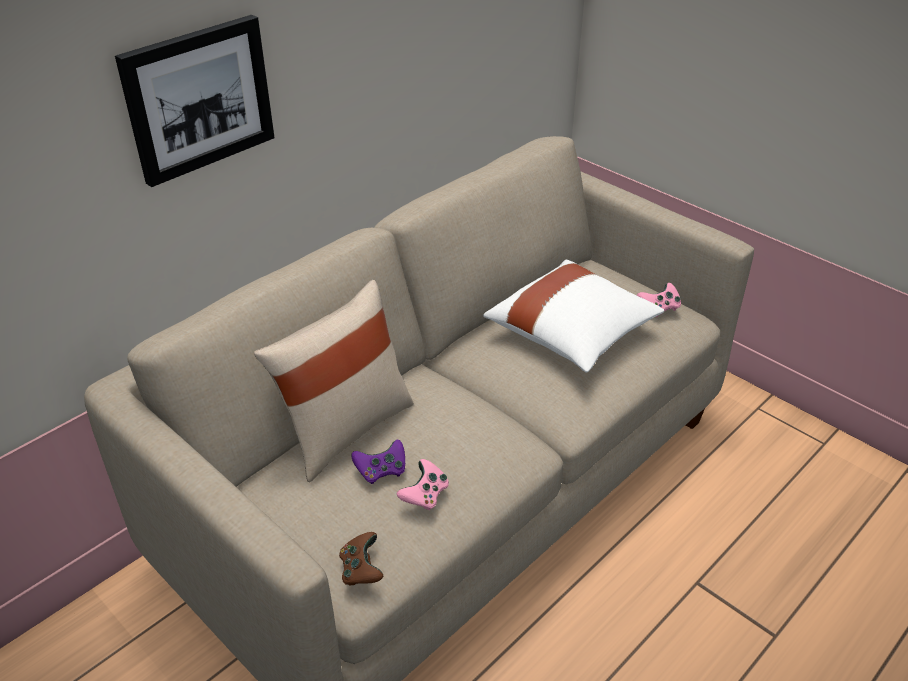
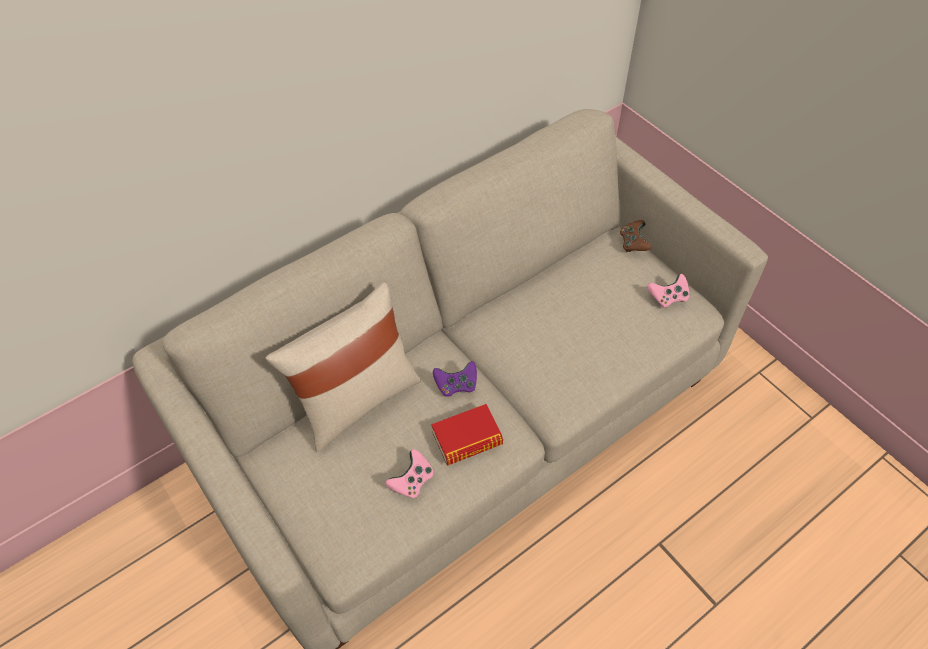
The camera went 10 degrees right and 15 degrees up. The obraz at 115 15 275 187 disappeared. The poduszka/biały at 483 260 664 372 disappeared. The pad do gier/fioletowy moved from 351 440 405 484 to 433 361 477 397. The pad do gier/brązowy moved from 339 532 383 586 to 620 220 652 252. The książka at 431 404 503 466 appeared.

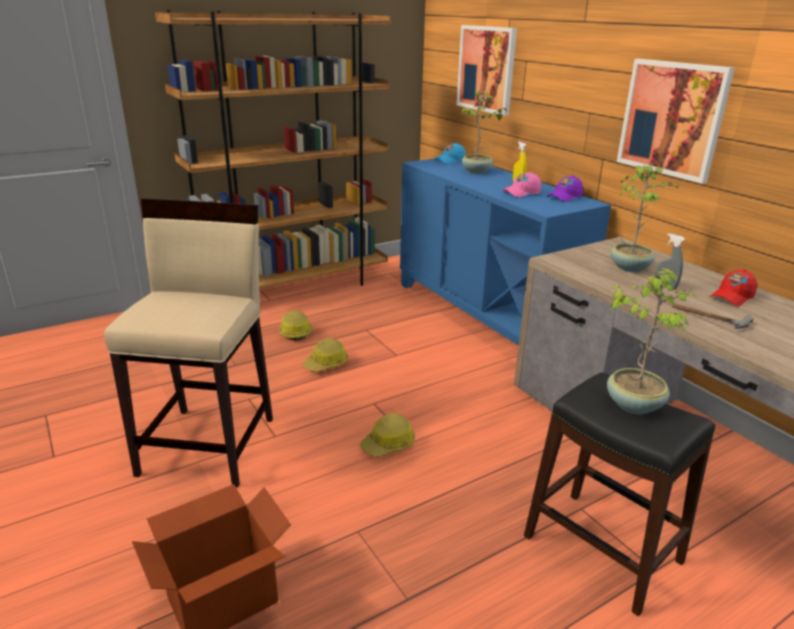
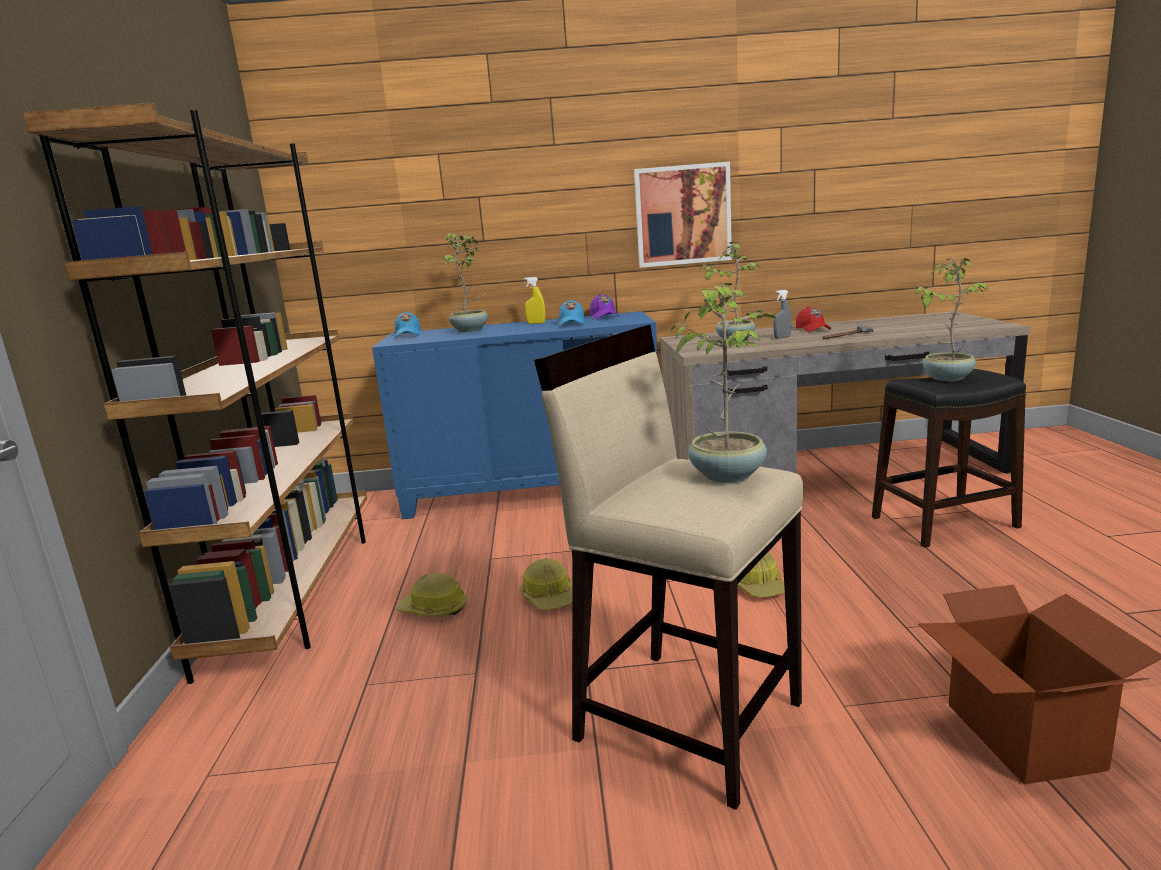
The camera went 60 degrees left and 10 degrees down. The obraz at 457 25 517 116 disappeared. The czapka z daszkiem/różowy at 502 172 541 197 became the czapka z daszkiem/niebieski at 559 300 585 327. The roślina doniczkowa at 671 283 775 483 appeared.

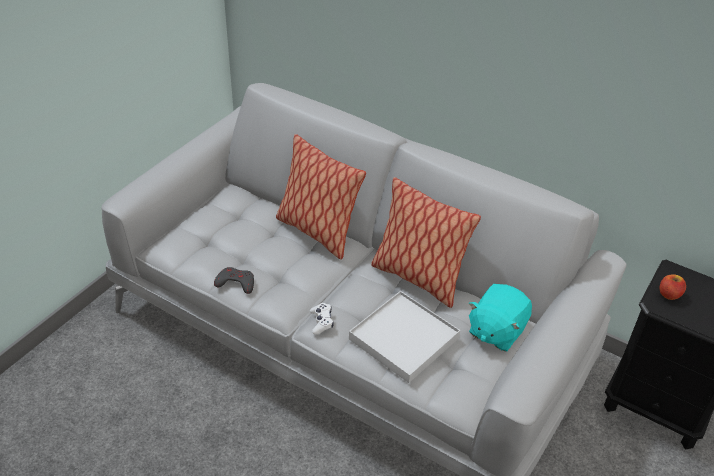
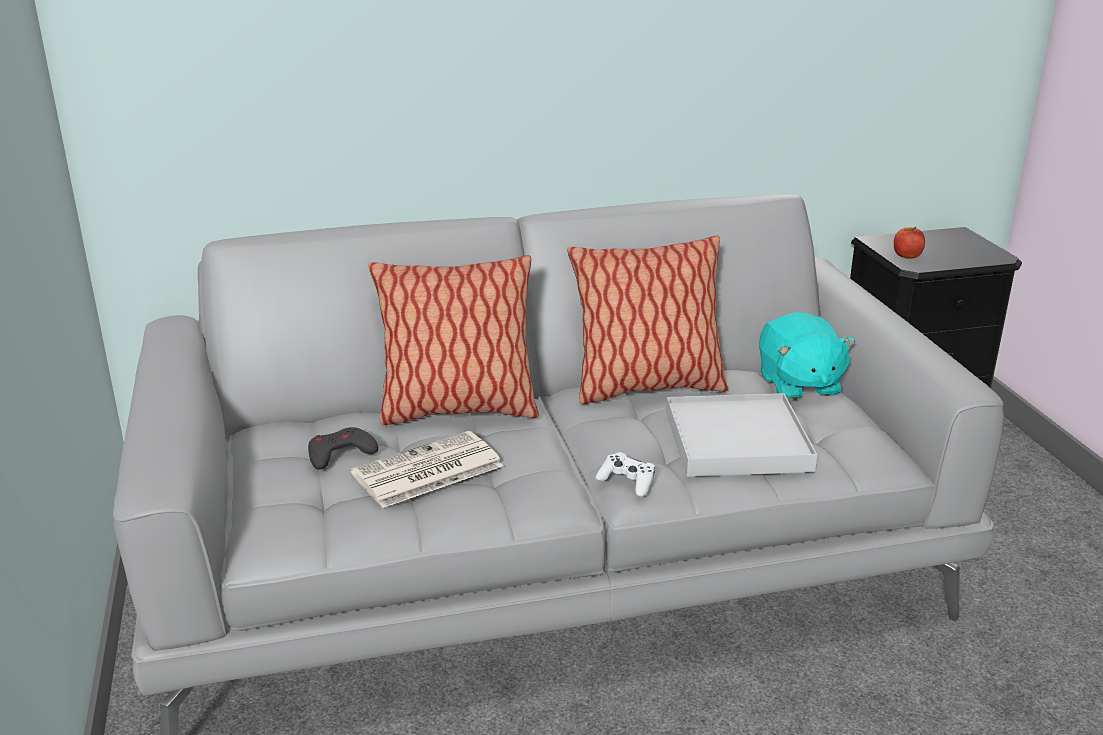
The camera went 45 degrees left and 15 degrees down. The pad do gier/szary moved from 214 267 254 294 to 308 427 378 470. The gazeta at 351 431 503 508 appeared.

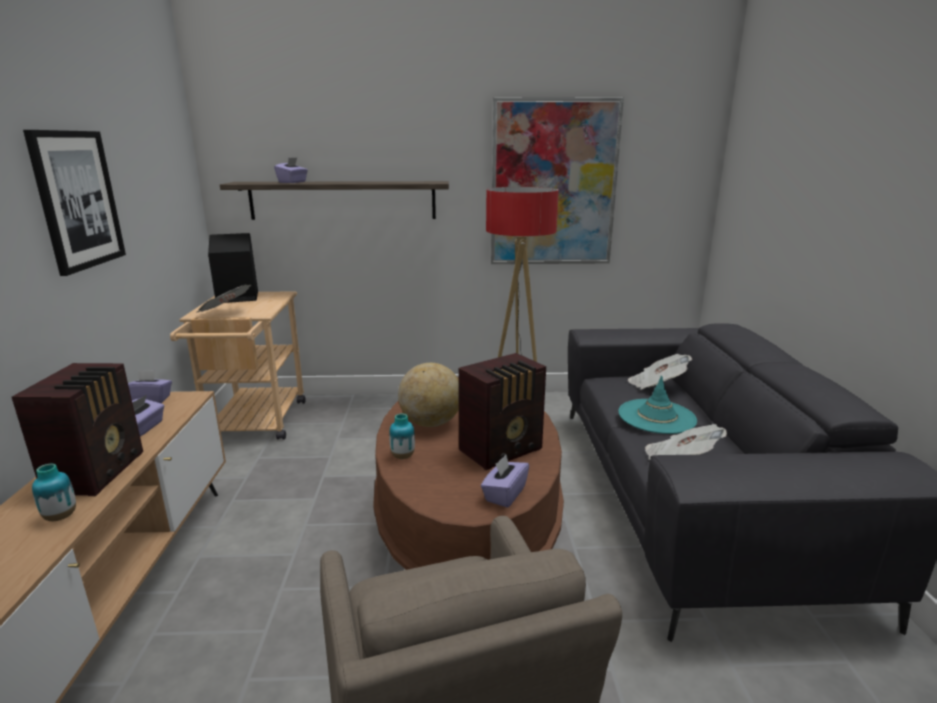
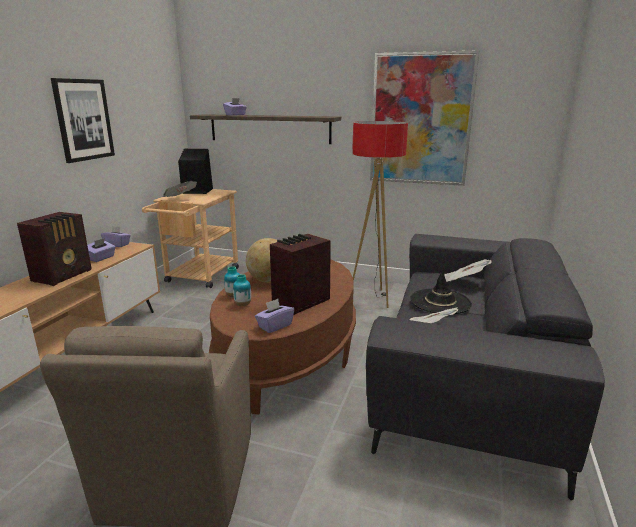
The camera went 20 degrees right and 0 degrees up. The radio at 459 353 547 470 turned 150 degrees clockwise. The kapelusz/turkusowy at 618 375 697 434 became the kapelusz/czarny at 410 269 472 314. The wazon moved from 32 464 76 521 to 233 274 251 306.

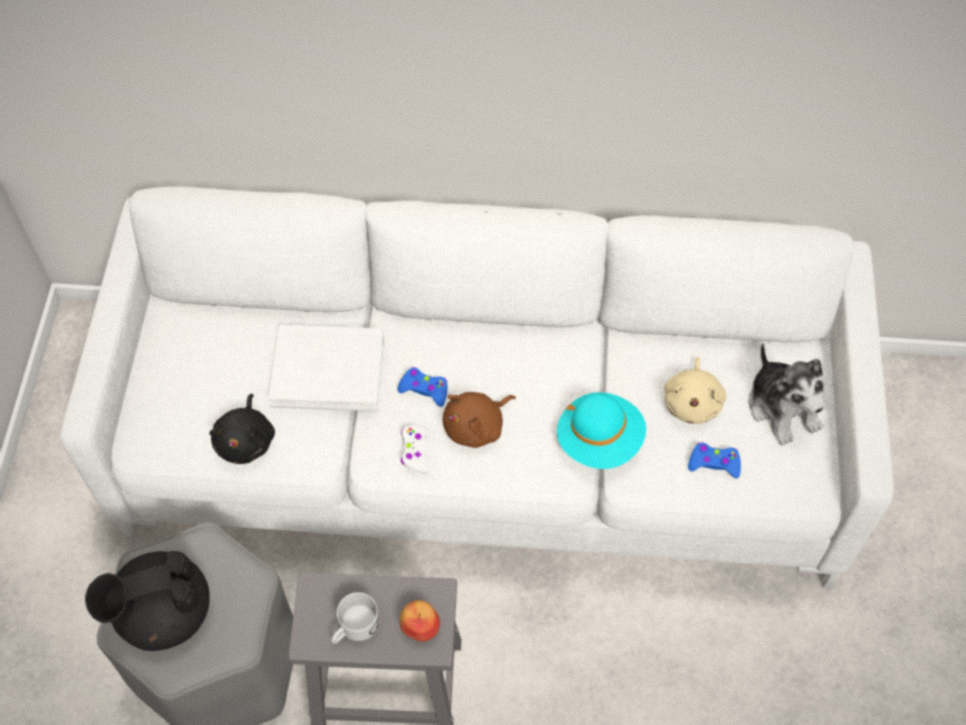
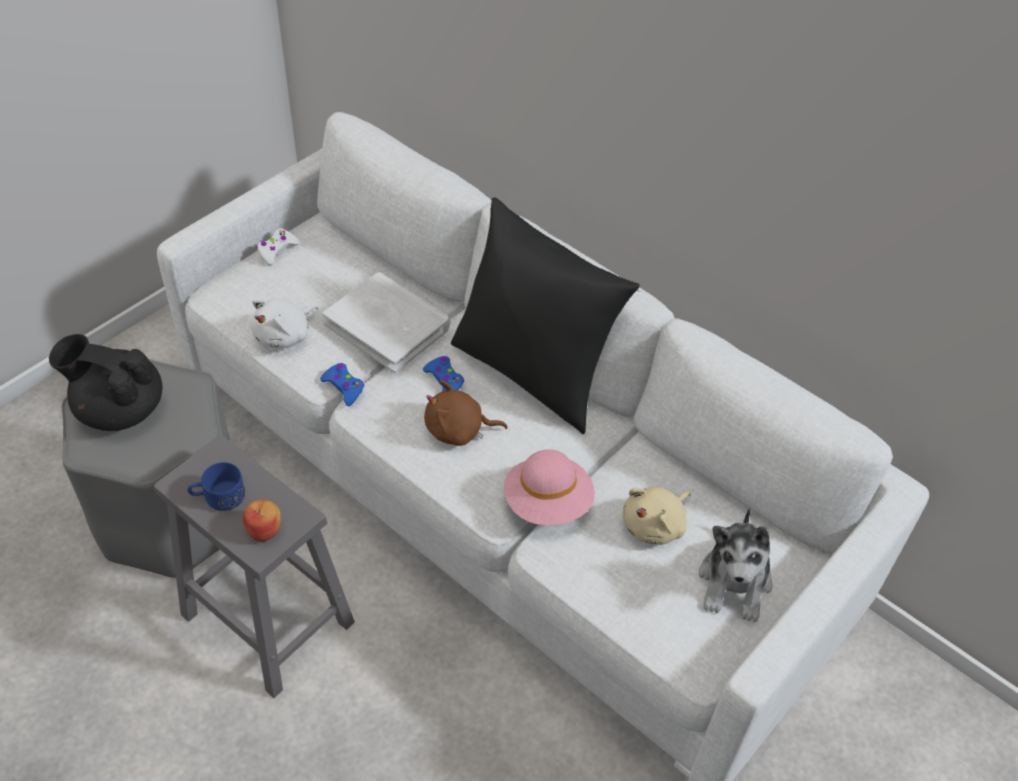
The camera went 35 degrees right and 10 degrees down. The kapelusz/turkusowy at 557 392 646 469 became the kapelusz/różowy at 504 449 595 525. The pluszak/czarny at 209 394 275 464 became the pluszak/biały at 251 299 318 348. The pad do gier/biały moved from 401 425 430 473 to 256 229 300 265. The pad do gier/niebieski moved from 688 442 741 478 to 320 363 364 406. The kubek/biały at 331 592 380 644 became the kubek/niebieski at 187 462 245 511. The poduszka/czarny at 451 198 640 434 appeared.

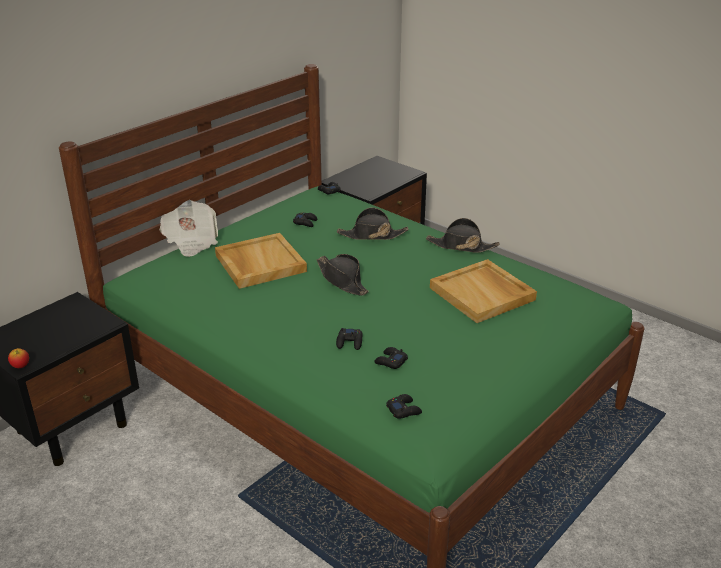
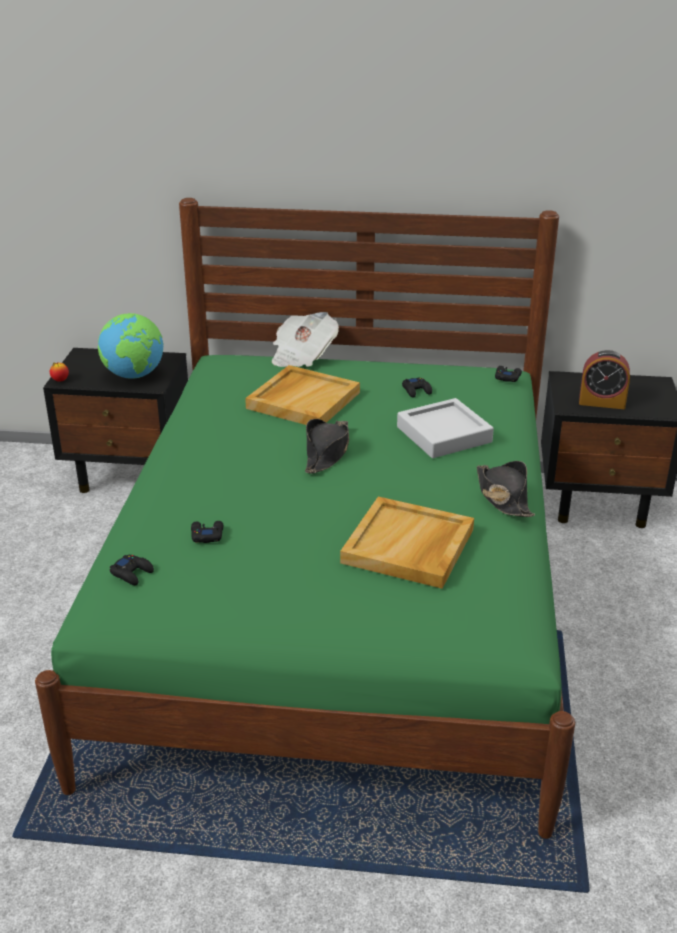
The camera went 55 degrees right and 0 degrees up. The kapelusz/czarny at 337 208 409 240 was replaced by the taca/szary at 397 398 494 458. The pad do gier/czarny at 336 328 363 350 disappeared. The globus at 98 313 164 379 appeared. The budzik at 579 350 630 409 appeared.

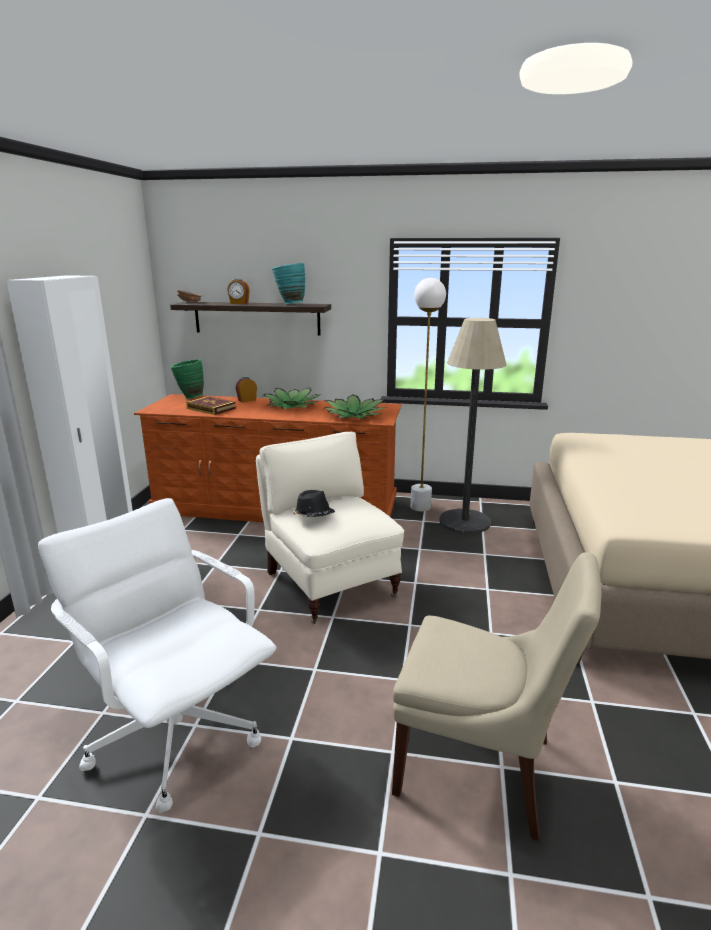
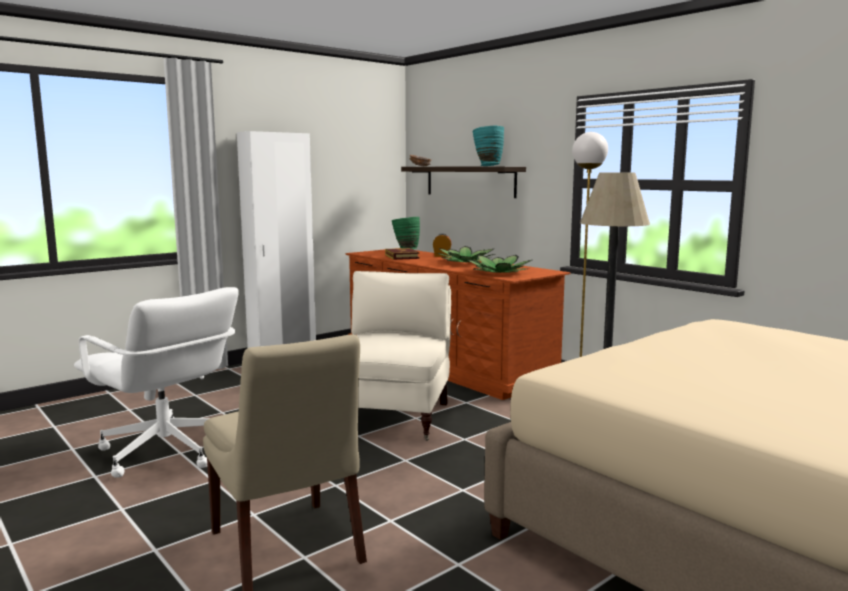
The camera went 40 degrees right and 10 degrees down. The budzik at 227 279 250 304 disappeared. The kapelusz/czarny at 293 490 335 517 disappeared. The krzesło biurowe/biały at 38 498 276 813 turned 135 degrees clockwise.

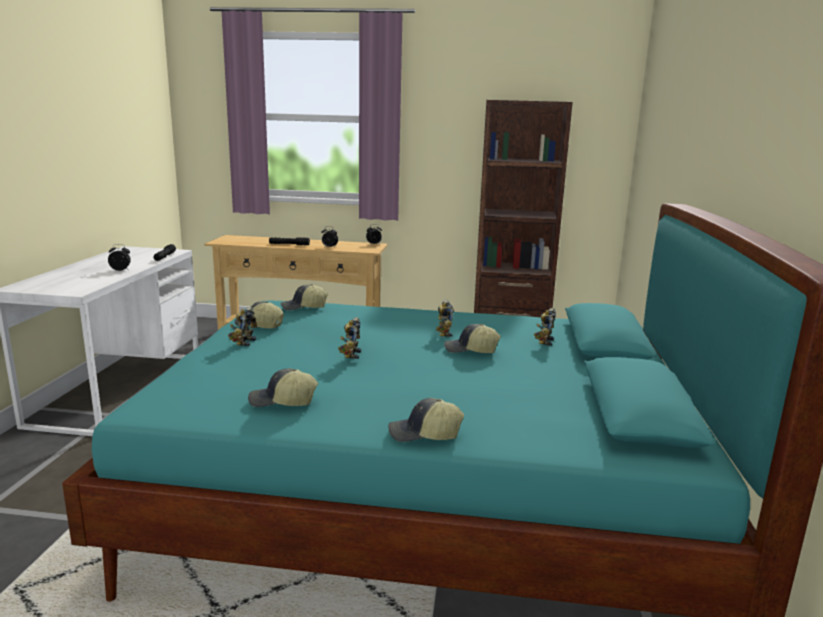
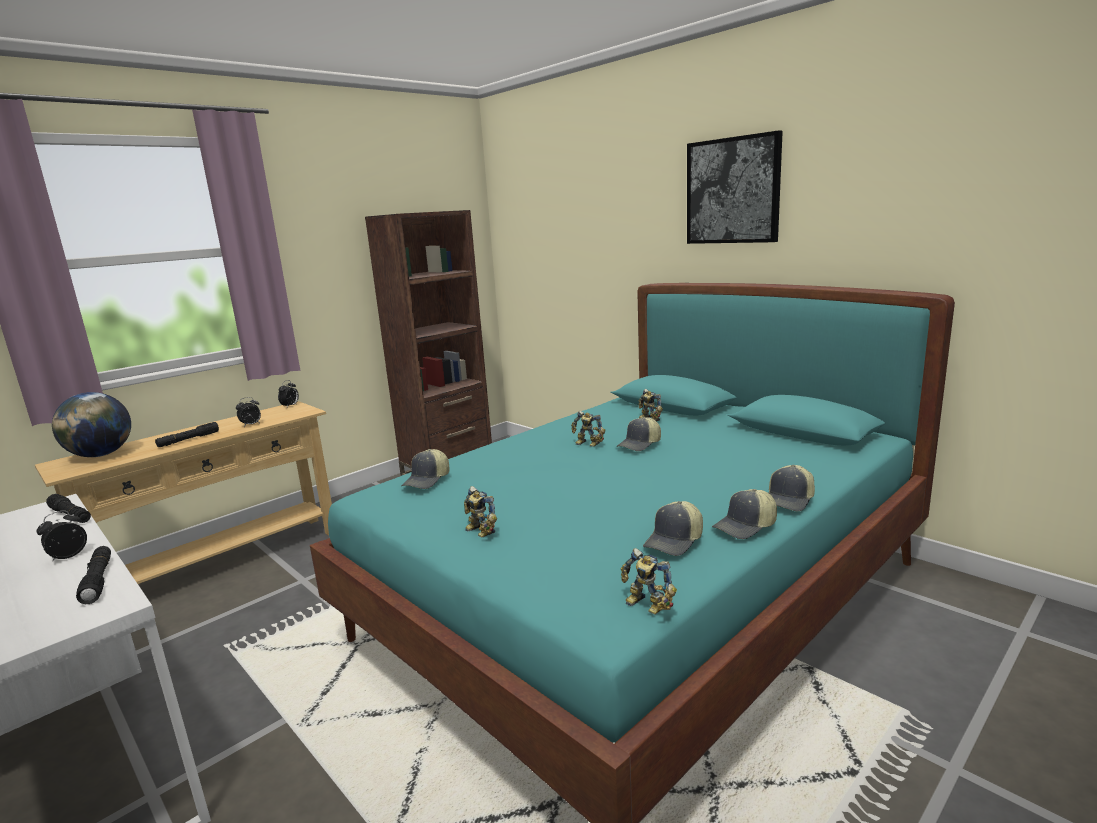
The camera went 50 degrees left and 0 degrees up. The czapka z daszkiem moved from 235 301 284 329 to 712 489 777 539. The robot zabawkowy moved from 338 317 361 359 to 621 548 677 615. The obraz at 687 130 783 244 appeared. The globus at 52 392 131 457 appeared. The latarka/czarny at 76 546 111 604 appeared.

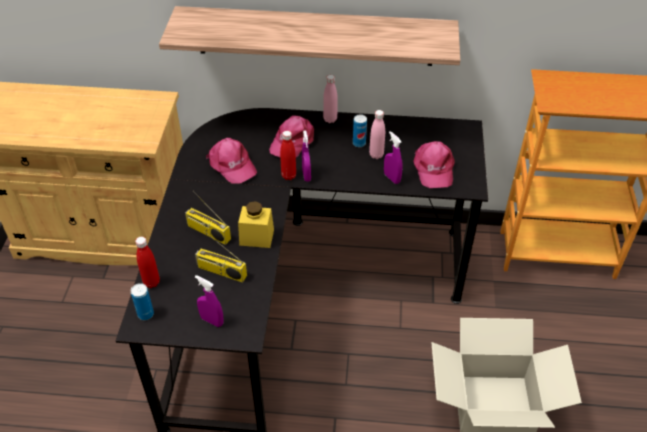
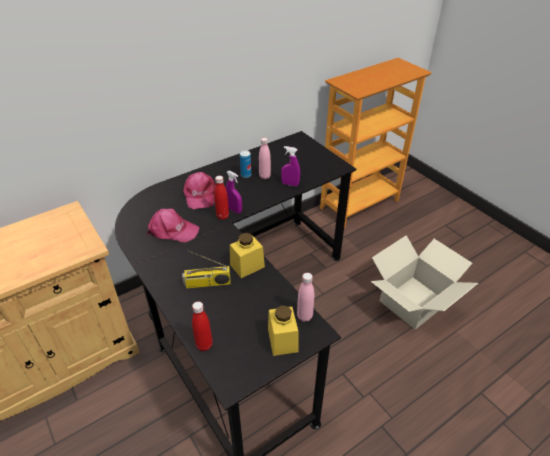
The camera went 40 degrees left and 5 degrees down. The półka at 159 6 460 66 disappeared. The butelka/różowy moved from 323 75 338 123 to 297 273 315 322. The czapka z daszkiem/różowy at 413 141 455 188 disappeared. The radio at 195 231 247 283 disappeared. The spryskiwacz/fioletowy at 195 275 223 327 was replaced by the słoik/żółty at 268 305 299 356. The puszka at 131 283 154 320 disappeared.

